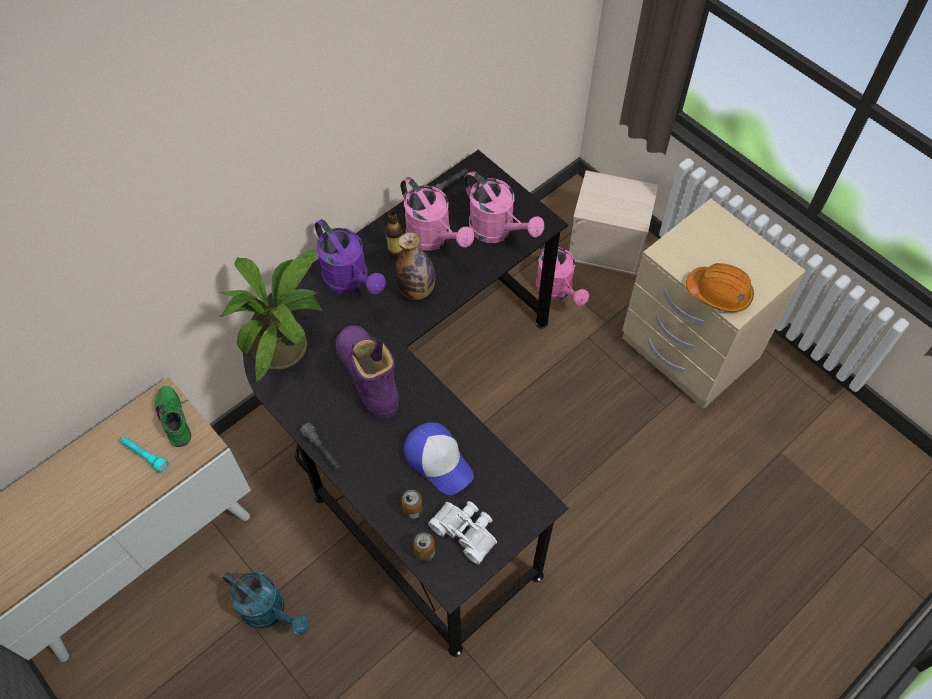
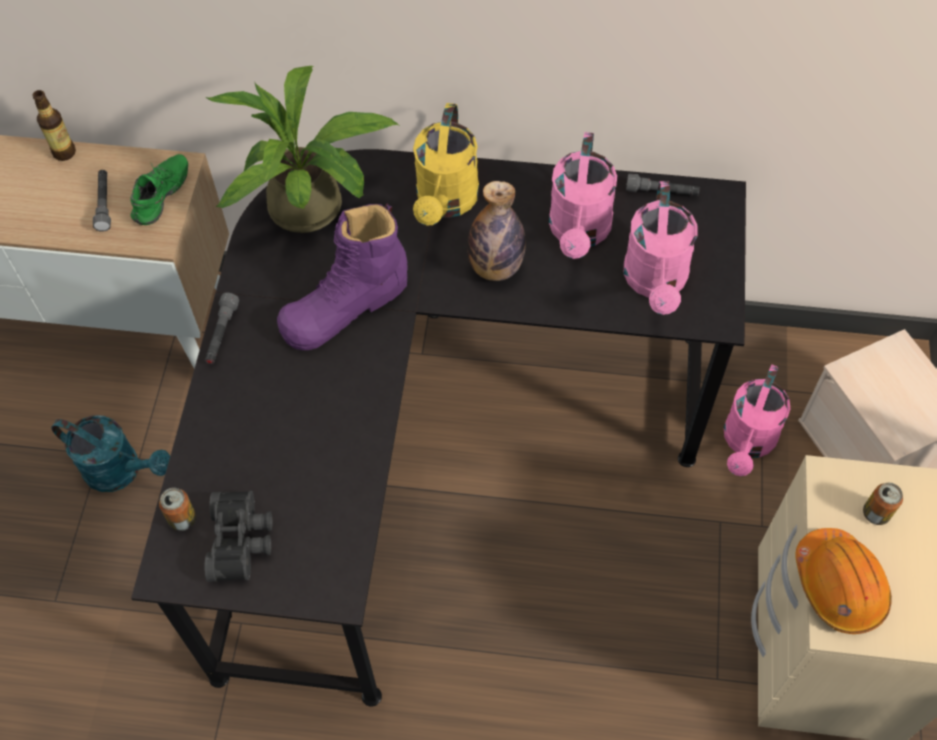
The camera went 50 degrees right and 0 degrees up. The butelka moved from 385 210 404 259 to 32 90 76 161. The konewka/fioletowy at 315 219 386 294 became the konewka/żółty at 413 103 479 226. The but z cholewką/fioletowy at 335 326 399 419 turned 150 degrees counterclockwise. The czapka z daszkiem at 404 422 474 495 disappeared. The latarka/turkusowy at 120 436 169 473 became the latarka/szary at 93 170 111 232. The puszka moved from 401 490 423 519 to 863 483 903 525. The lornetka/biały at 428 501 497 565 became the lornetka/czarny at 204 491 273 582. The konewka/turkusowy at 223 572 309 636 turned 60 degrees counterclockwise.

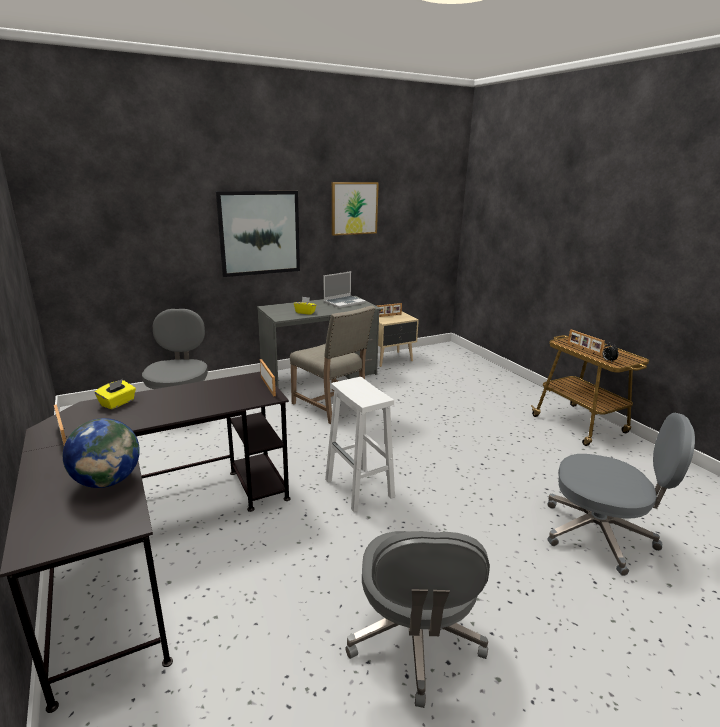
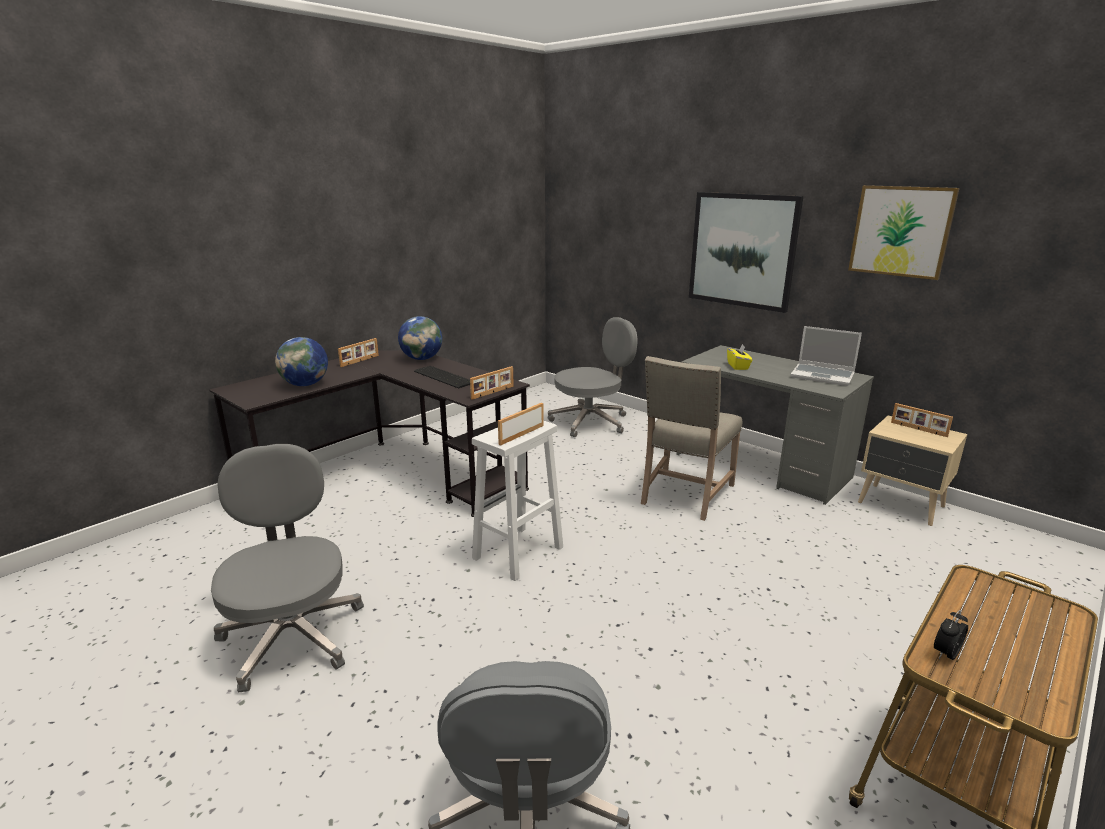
The camera went 70 degrees right and 0 degrees up. The ramka na zdjęcie moved from 567 329 605 356 to 498 403 544 446. The pudełko chusteczek/żółty at 95 379 136 409 was replaced by the globus at 398 316 442 360. The krzesło biurowe/szary at 345 531 490 708 turned 90 degrees clockwise. The klawiatura at 414 366 470 388 appeared.

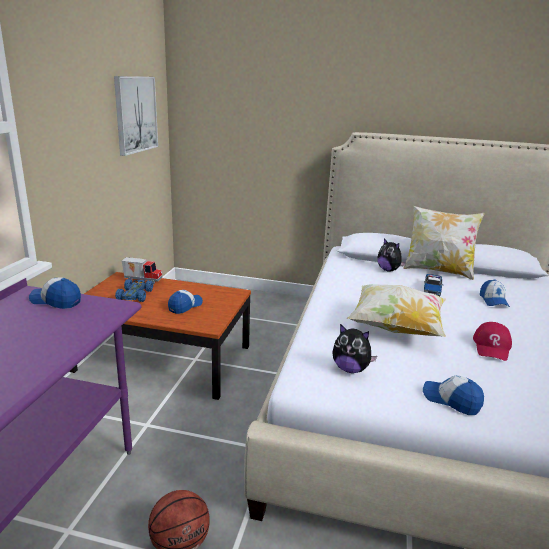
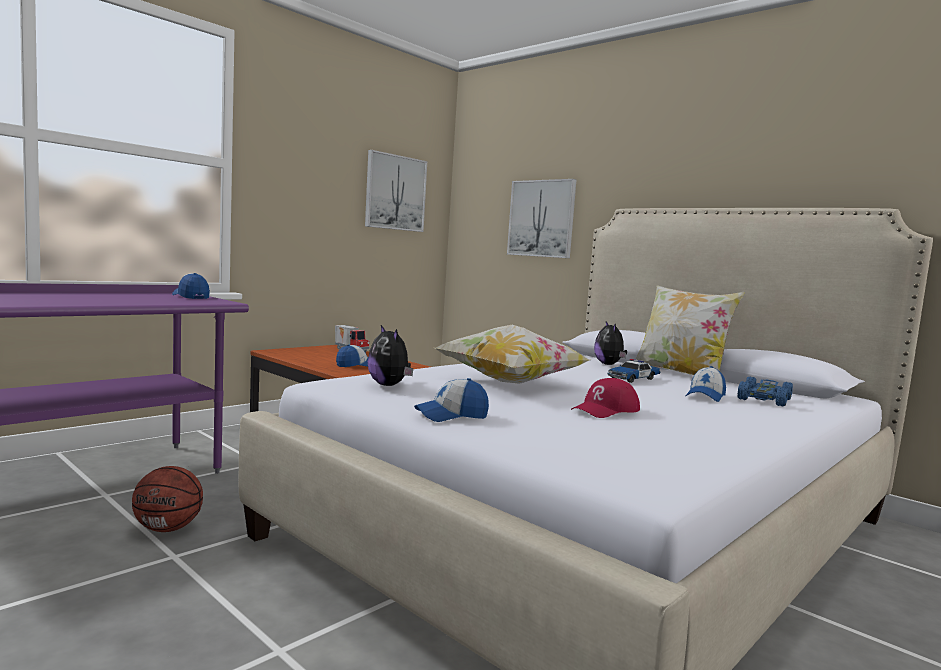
The camera went 30 degrees right and 15 degrees down. The samochodzik/niebieski moved from 115 279 153 302 to 737 377 793 406. The czapka z daszkiem at 423 376 484 415 turned 90 degrees counterclockwise. The obraz at 507 179 577 258 appeared.

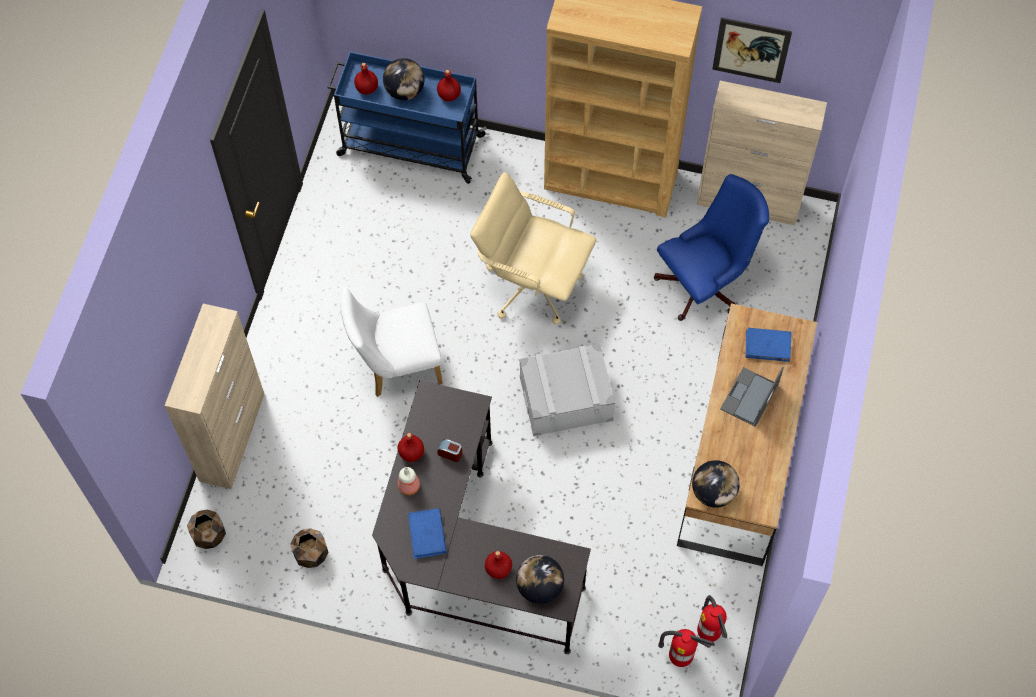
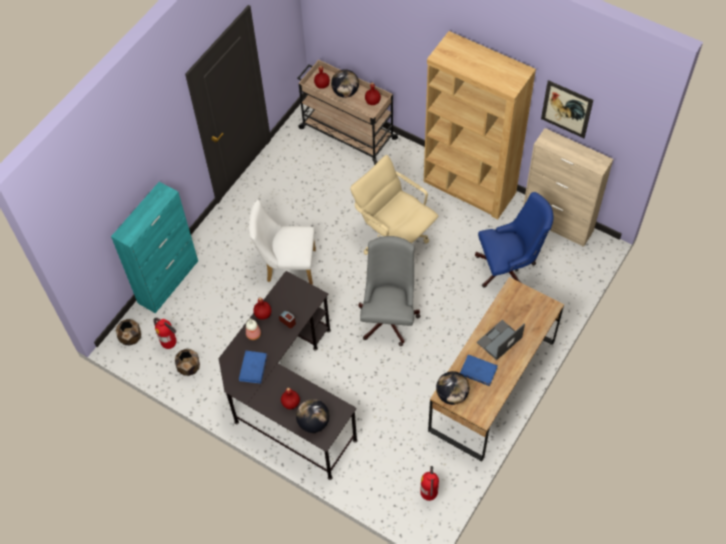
The camera went 20 degrees right and 5 degrees down. The wózek/niebieski at 328 51 487 184 became the wózek/beżowy at 297 60 399 165. The szafka/beżowy at 165 304 264 489 became the szafka/turkusowy at 111 182 198 313. The książka/niebieski moved from 746 328 792 362 to 460 354 498 386. The pojemnik do przechowywania/szary at 519 343 616 436 was replaced by the krzesło biurowe/szary at 358 236 420 346. The gaśnica moved from 658 629 715 667 to 153 318 177 349.

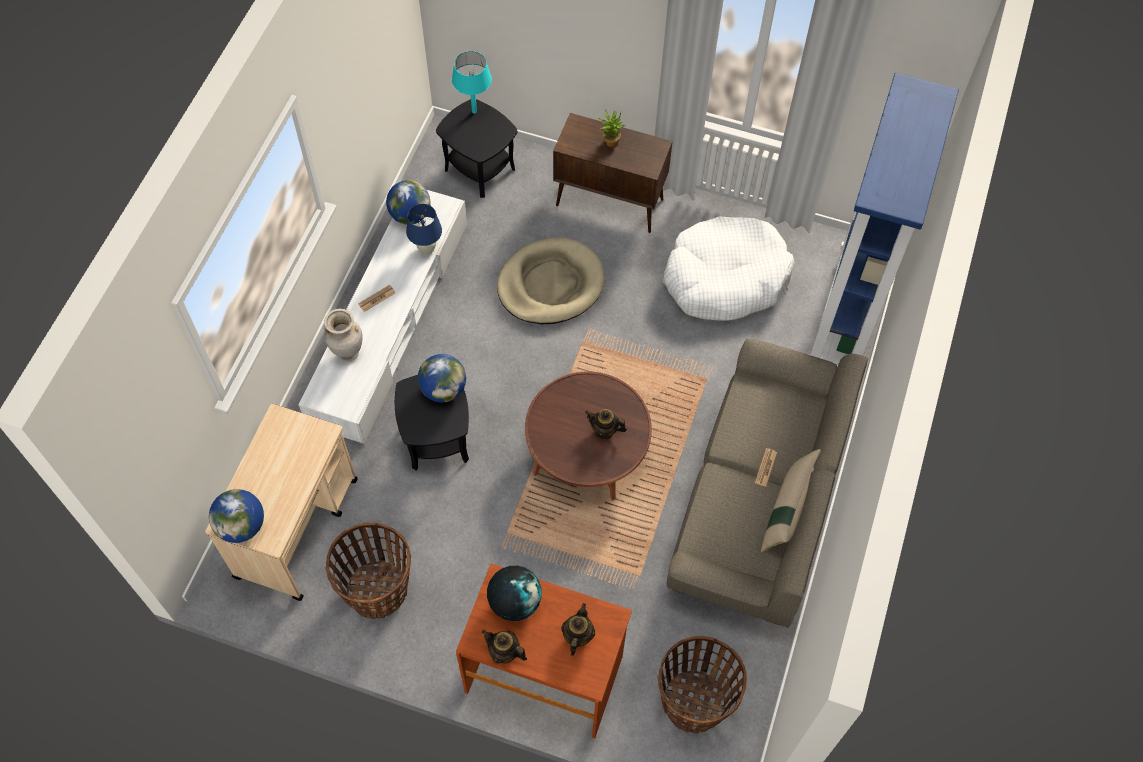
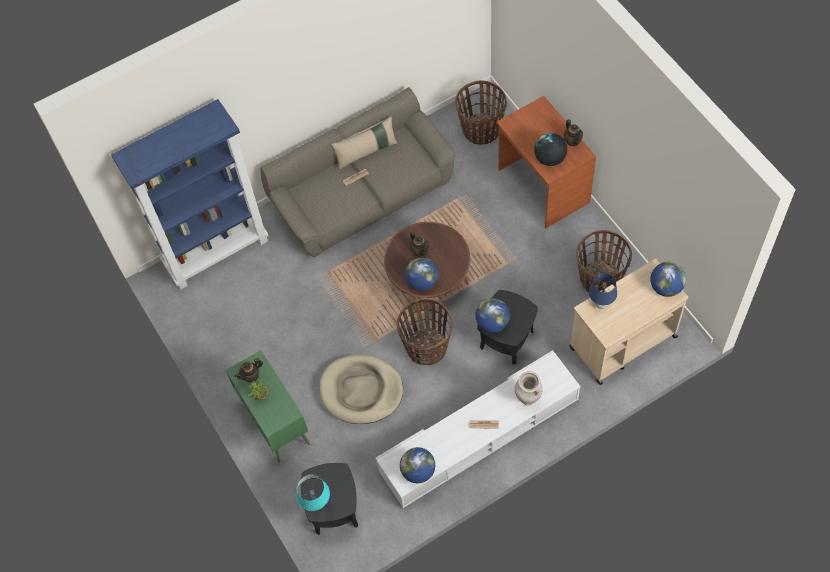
The camera went 135 degrees left and 0 degrees up. The szafka/brązowy at 553 113 673 233 became the szafka/zielony at 226 350 310 463. The lampa stołowa/niebieski moved from 406 204 442 255 to 589 273 617 309. The legowisko/biały at 663 216 795 321 disappeared. The imbryk moved from 561 603 595 656 to 235 358 263 383. The globus at 405 258 438 291 appeared. The koszyk at 397 298 453 365 appeared.

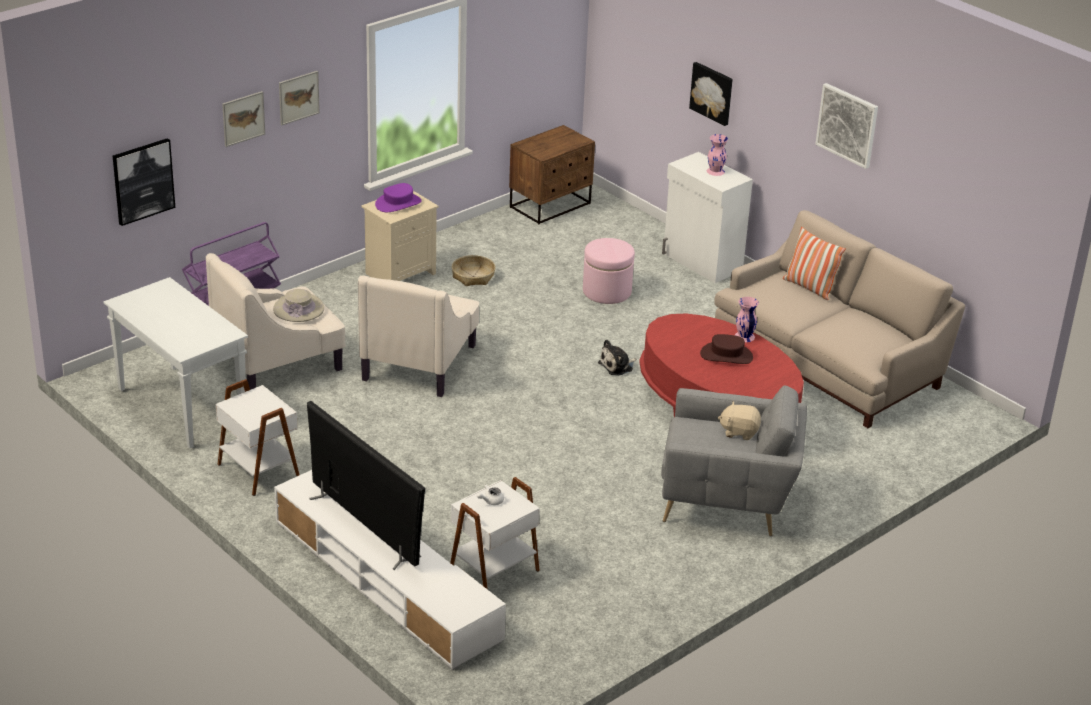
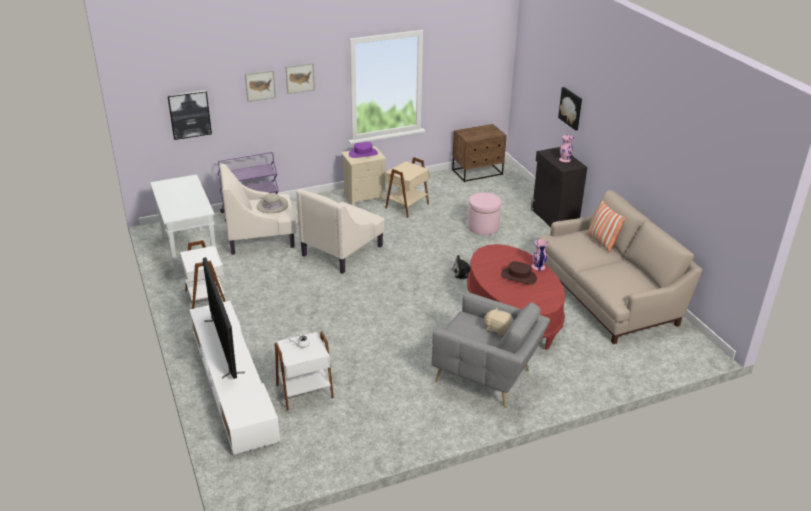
The camera went 20 degrees right and 0 degrees up. The obraz at 815 83 878 169 disappeared. The szafka/biały at 662 152 753 283 became the szafka/czarny at 531 147 587 227. The koszyk at 452 255 496 286 was replaced by the stolik/beżowy at 385 157 429 218.

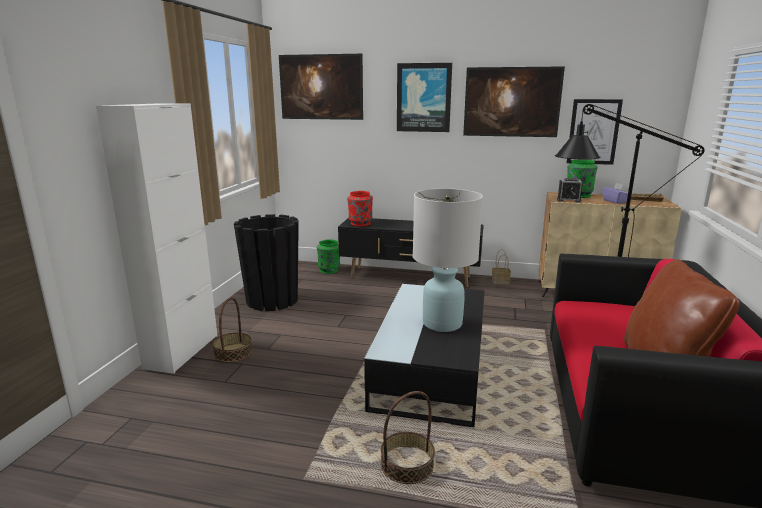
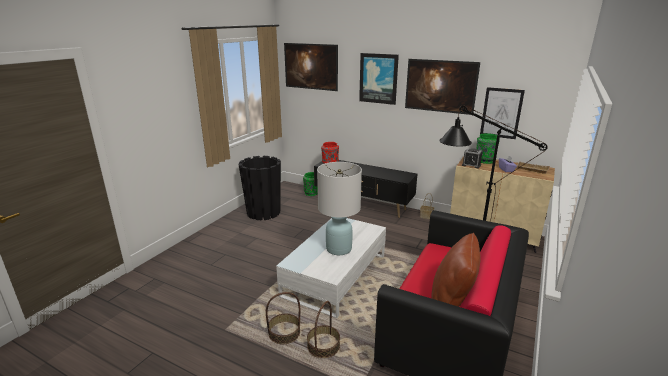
The camera went 15 degrees right and 5 degrees up. The szafka/biały at 96 103 218 374 disappeared. The ława/czarny at 364 284 485 427 became the ława/biały at 276 218 386 318. The koszyk moved from 212 298 253 363 to 307 301 340 358.

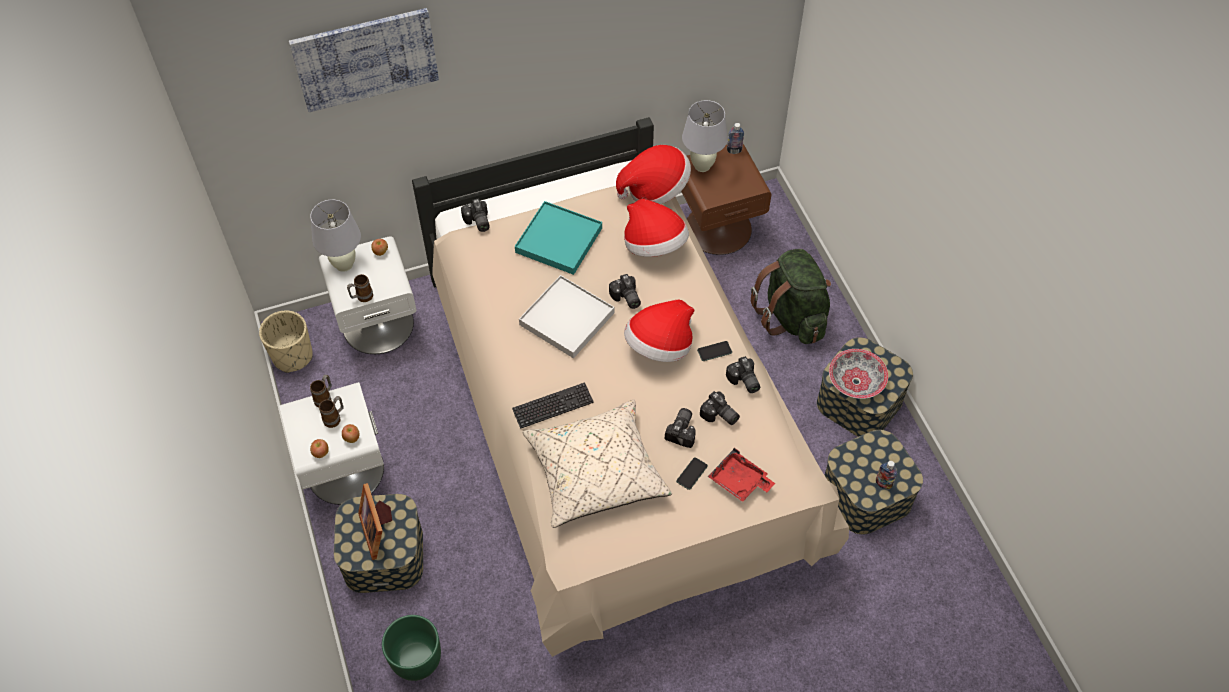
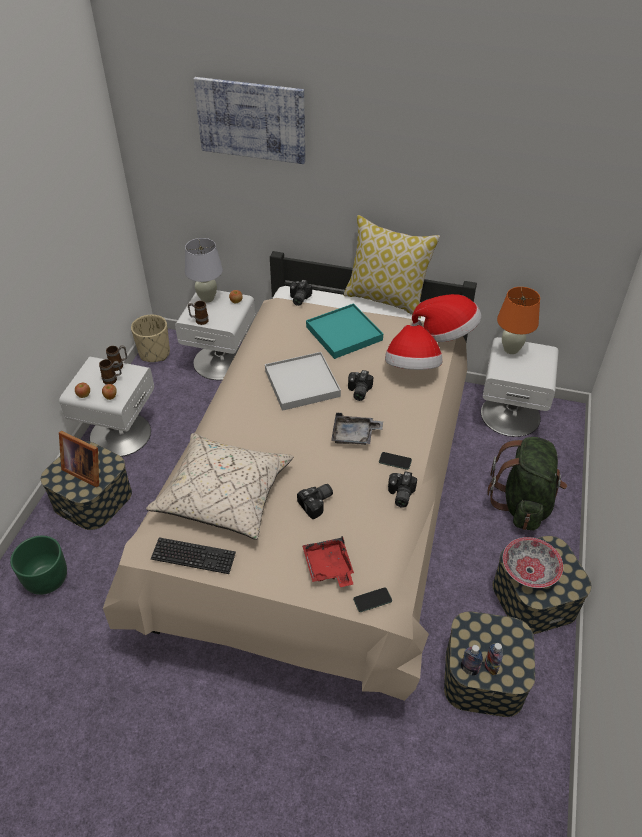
The camera went 35 degrees right and 10 degrees down. The lampa stołowa/biały at 682 100 728 172 became the lampa stołowa/pomarańczowy at 497 287 540 354. The butelka moved from 727 123 744 154 to 461 645 483 676. The szafka nocna/brązowy at 681 144 772 255 became the szafka nocna/biały at 481 337 559 437. The kapelusz at 624 300 694 362 was replaced by the taca/szary at 331 413 383 445. The klawiatura moved from 512 382 594 429 to 151 537 236 574. The aparat fotograficzny at 700 391 740 425 disappeared. The telefon moved from 676 457 708 490 to 353 587 392 612. The ramka na zdjęcie at 358 483 392 560 turned 75 degrees counterclockwise. The poduszka at 344 215 440 318 appeared.

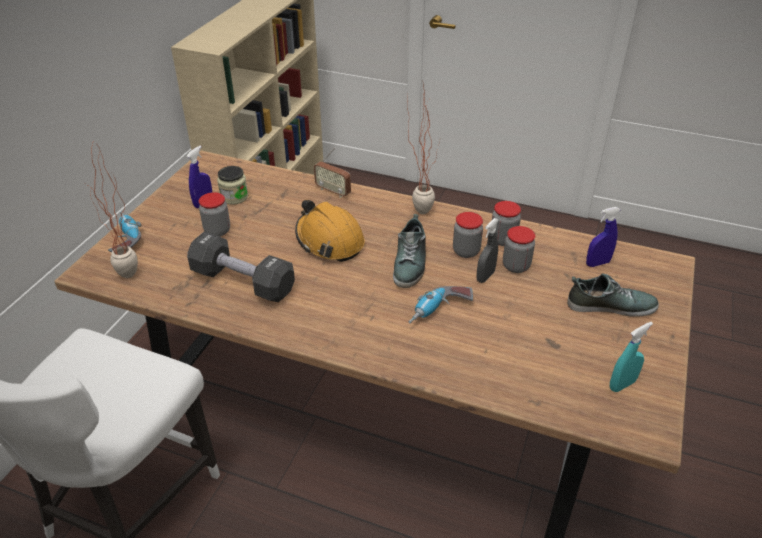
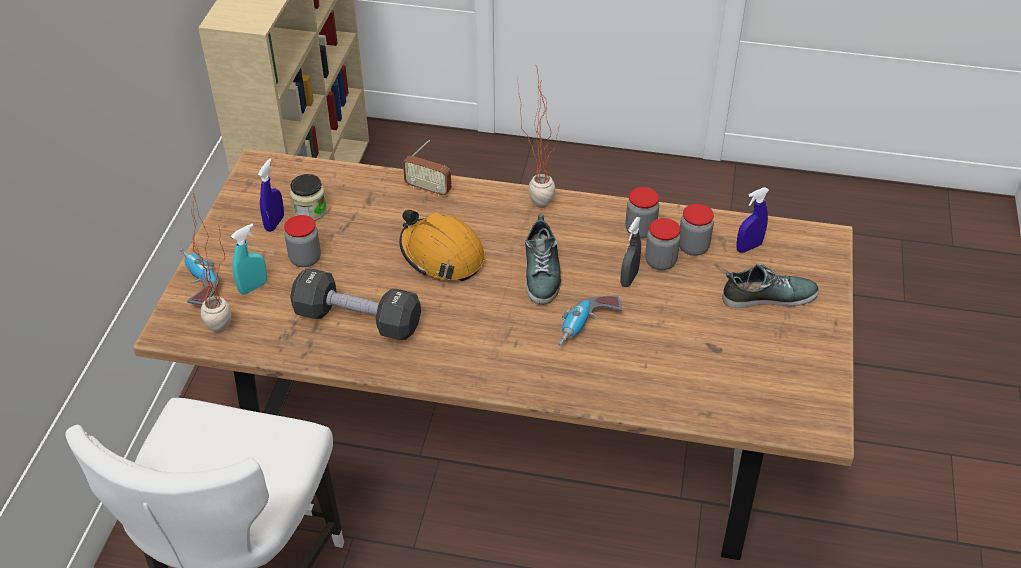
The camera went 10 degrees left and 5 degrees up. The słoik moved from 453 212 483 258 to 679 204 714 256. The spryskiwacz/turkusowy moved from 610 322 653 392 to 231 224 267 294.

